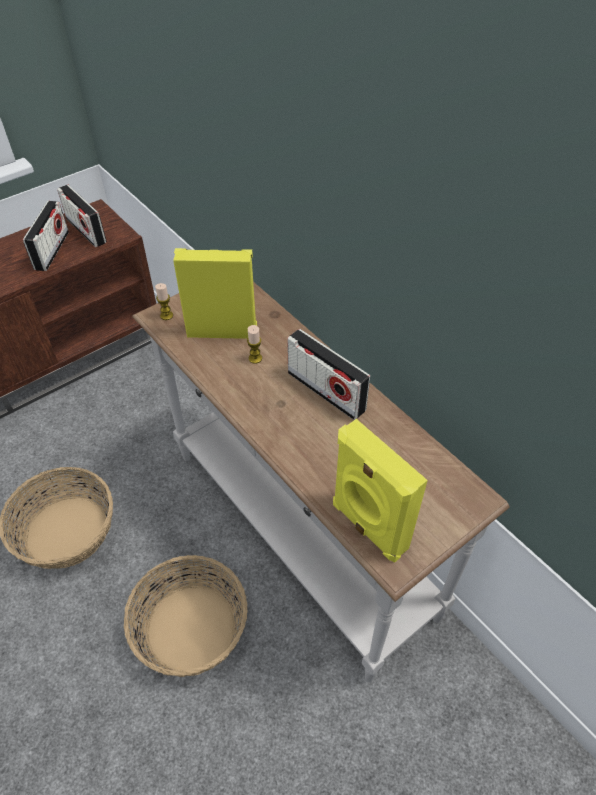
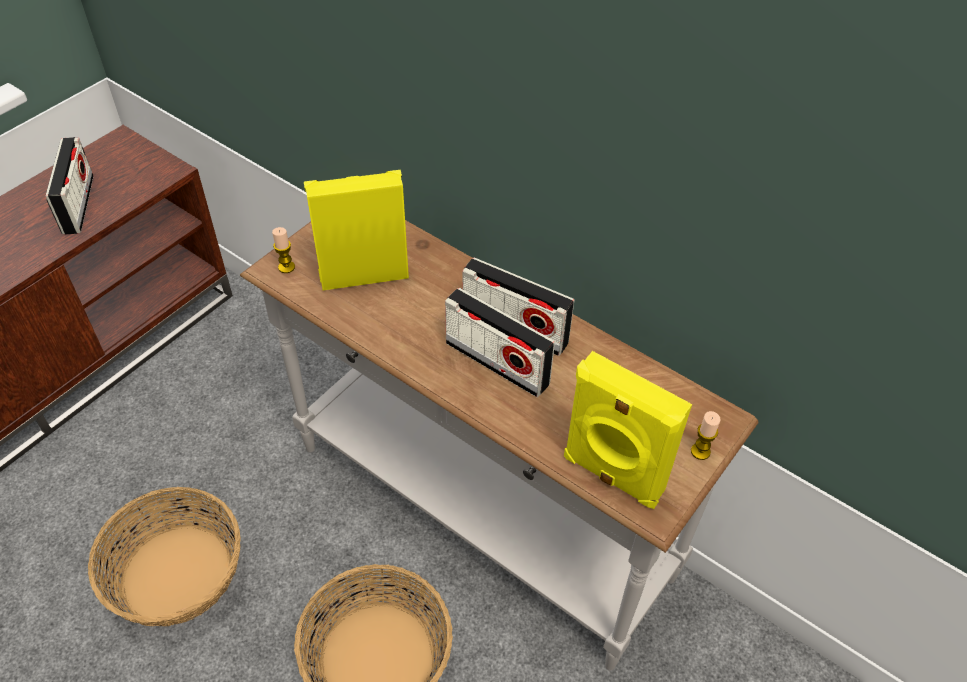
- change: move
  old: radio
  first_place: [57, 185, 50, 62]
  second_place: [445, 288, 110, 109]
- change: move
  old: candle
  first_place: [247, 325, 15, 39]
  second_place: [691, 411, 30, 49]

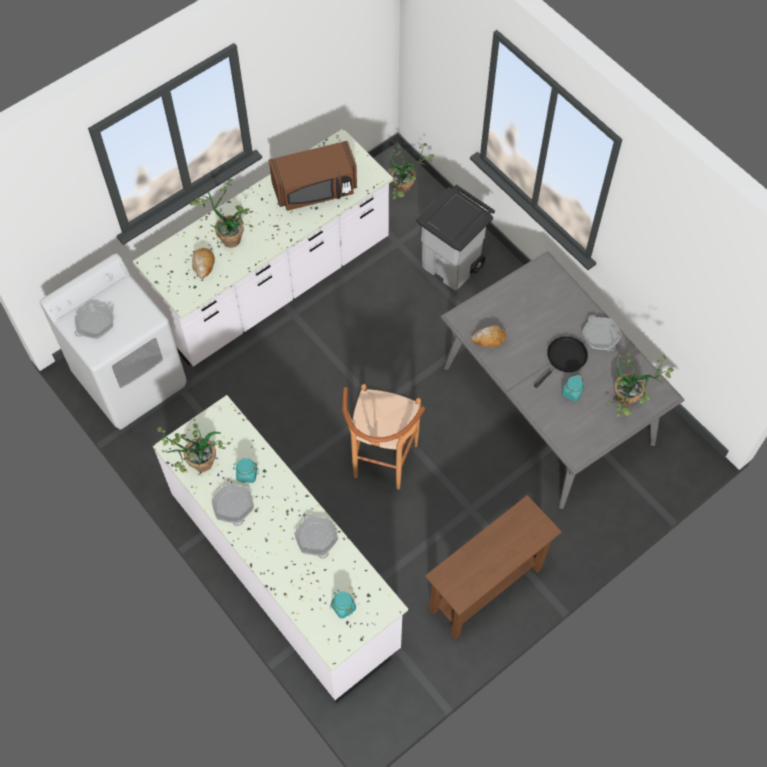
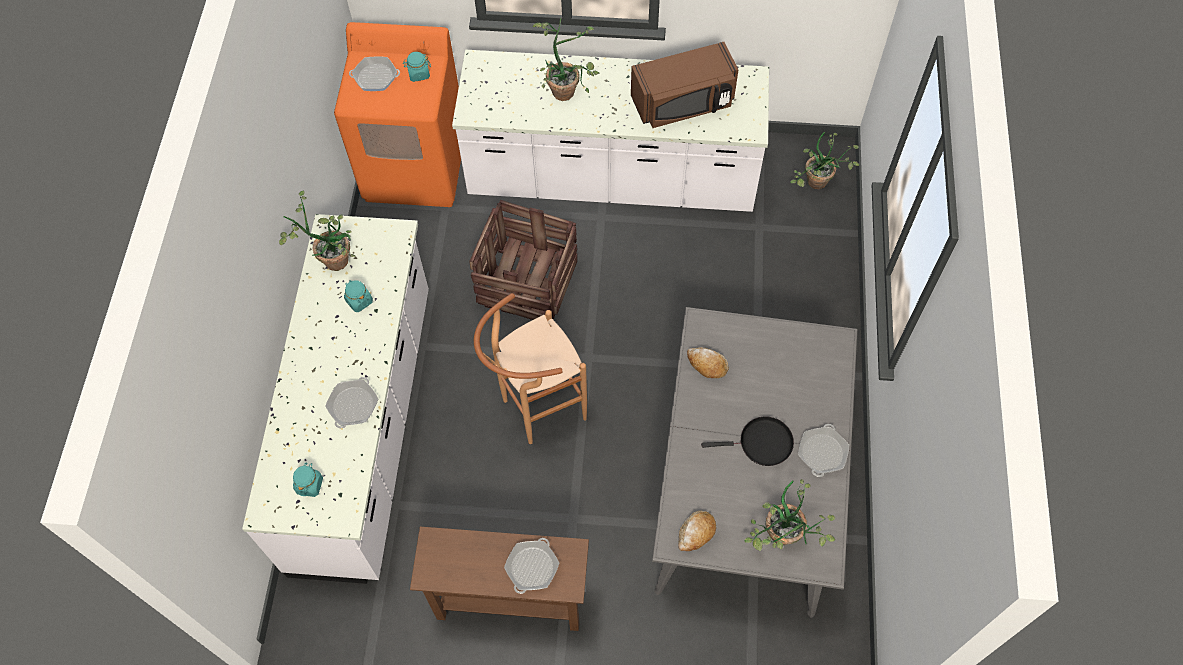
- change: rotate
  old: brown microwave
  first_place: [269, 141, 88, 70]
  second_place: [631, 42, 107, 86]
  degrees: -45
- change: delete
  old: grey trash can
  first_place: [416, 184, 79, 107]
- change: move
  old: bread
  first_place: [192, 248, 23, 31]
  second_place: [678, 511, 38, 40]
- change: recolor
  old: white washing machine
  new: orange washing machine
  first_place: [40, 253, 147, 177]
  second_place: [334, 22, 127, 185]
- change: move
  old: turquoise jar
  first_place: [561, 375, 23, 27]
  second_place: [403, 52, 28, 30]
- change: move
  old: frying pan
  first_place: [211, 482, 43, 44]
  second_place: [504, 538, 55, 56]
- change: insert
  new: crate
  second_place: [469, 200, 108, 120]

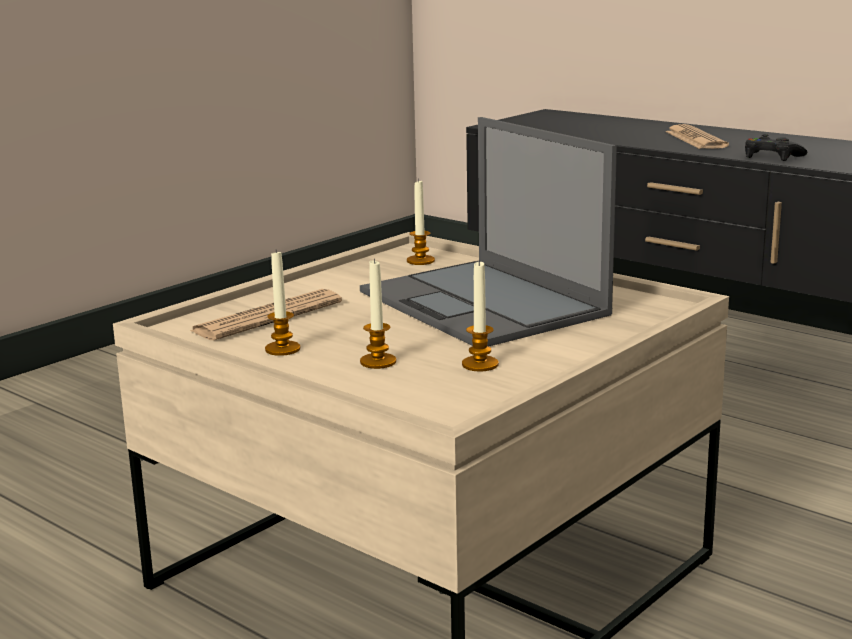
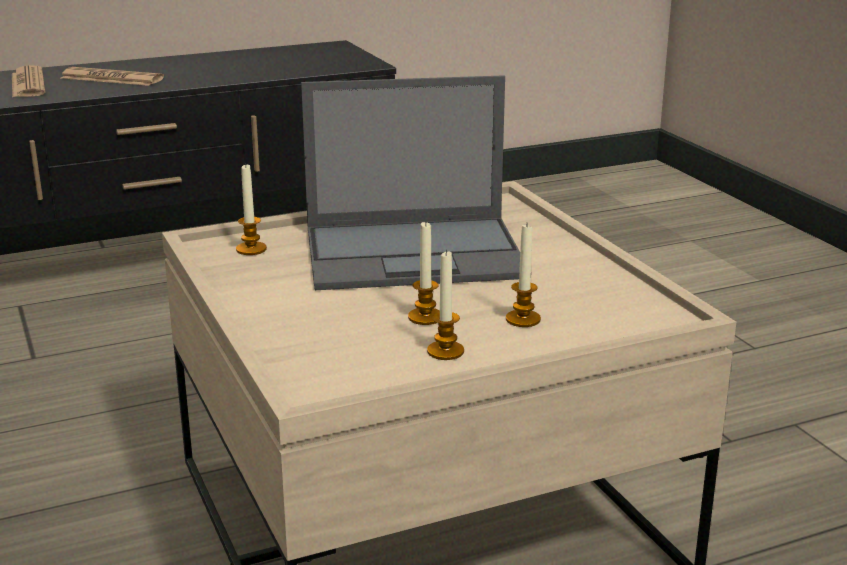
- change: delete
  old: black game controller
  first_place: [745, 134, 62, 27]
- change: move
  old: candle
  first_place: [462, 260, 36, 111]
  second_place: [408, 221, 32, 104]
- change: move
  old: newspaper
  first_place: [190, 289, 152, 51]
  second_place: [12, 65, 33, 32]

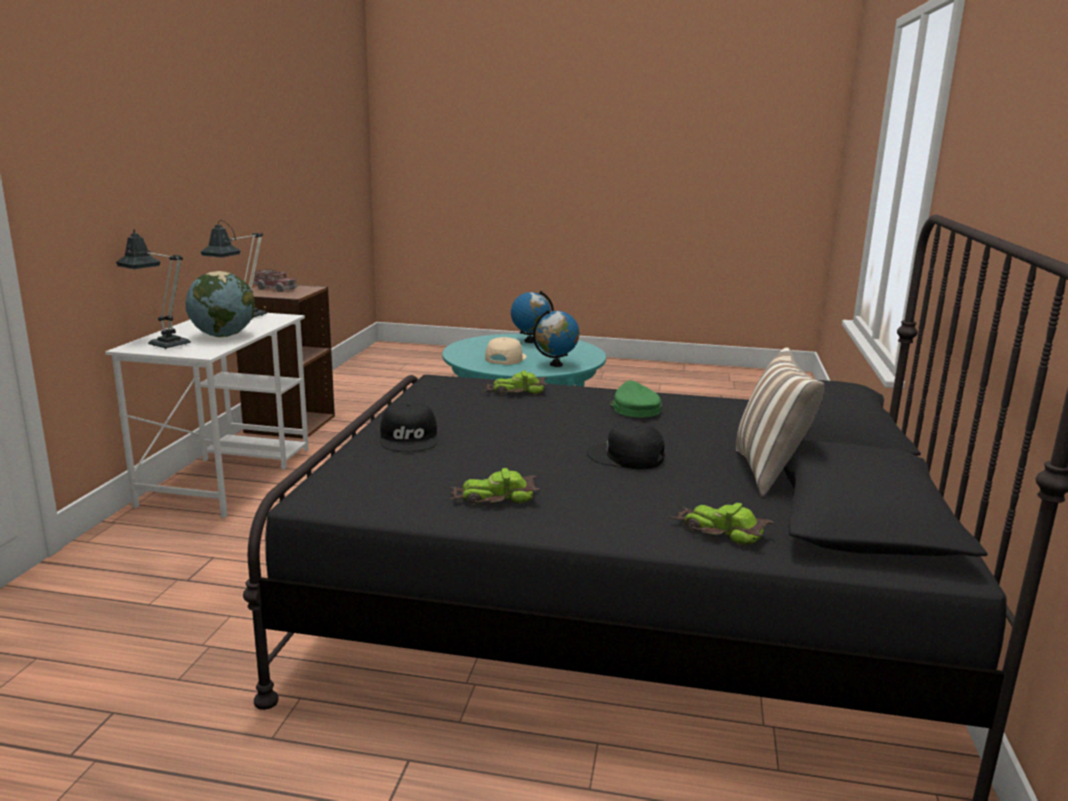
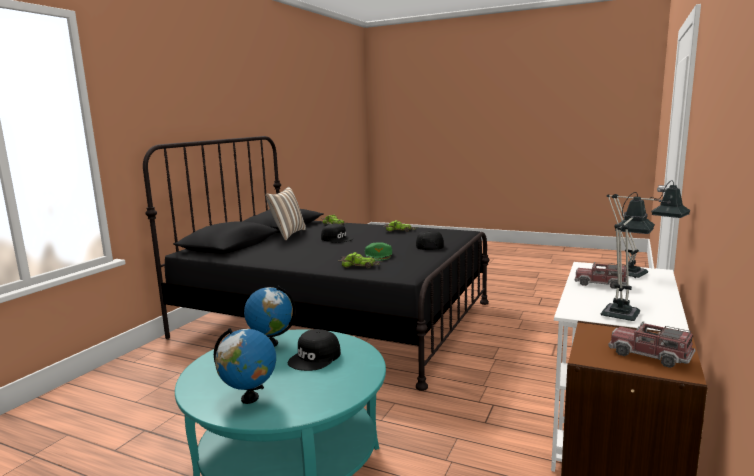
- change: replace
  old: globe
  new: toy truck
  first_place: [185, 271, 70, 66]
  second_place: [575, 262, 51, 27]
- change: recolor
  old: beige cap
  new: black cap
  first_place: [485, 337, 42, 28]
  second_place: [288, 329, 53, 42]
- change: move
  old: green cap
  first_place: [610, 381, 52, 37]
  second_place: [365, 242, 27, 19]

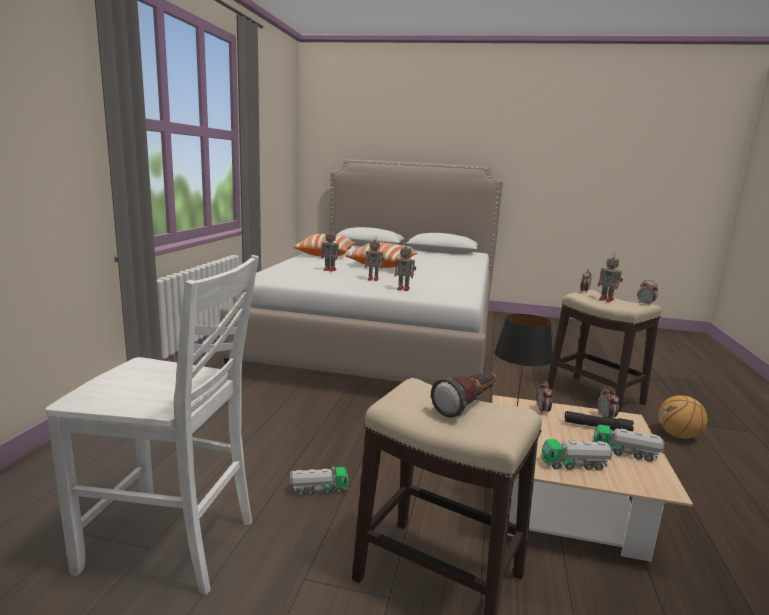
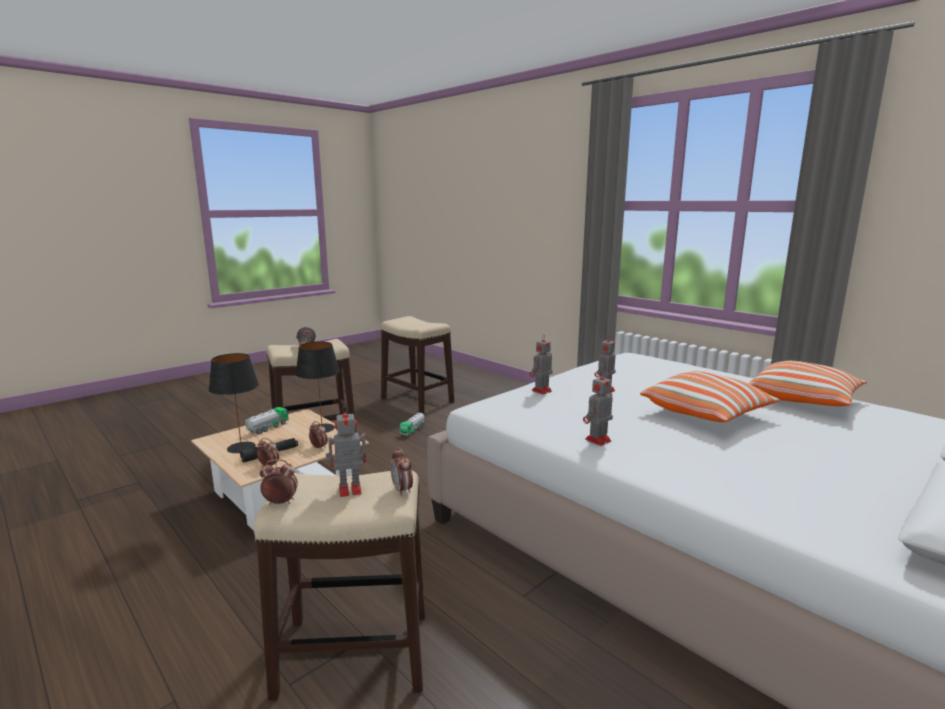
- change: move
  old: toy robot
  first_place: [321, 231, 20, 41]
  second_place: [583, 371, 30, 75]
- change: replace
  old: white chair
  new: stool
  first_place: [45, 255, 214, 340]
  second_place: [381, 316, 73, 97]
- change: delete
  old: basketball
  first_place: [658, 395, 50, 44]
- change: replace
  old: toy truck
  new: black table lamp
  first_place: [593, 425, 72, 37]
  second_place: [209, 353, 50, 100]

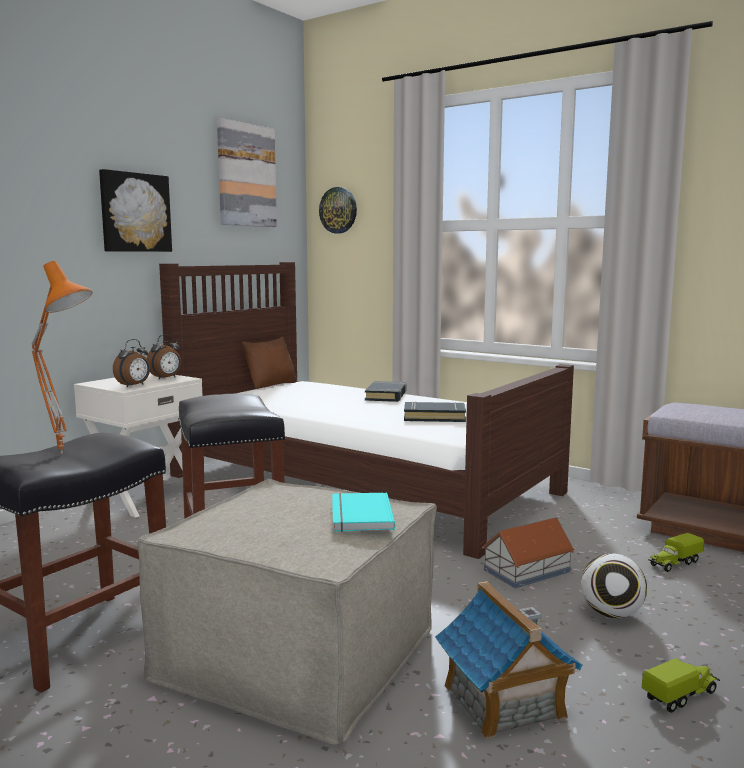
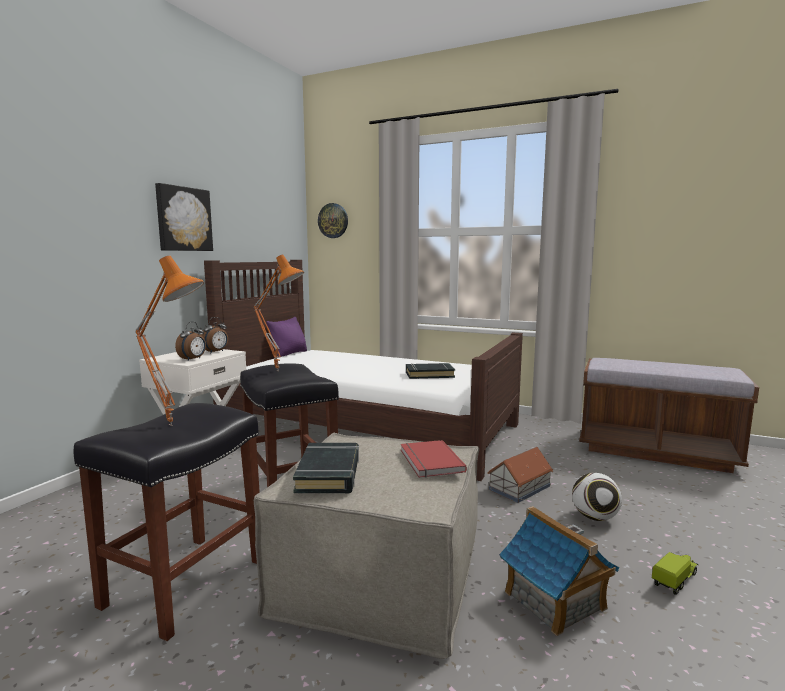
- change: delete
  old: picture
  first_place: [217, 118, 60, 109]
- change: recolor
  old: brown pillow
  new: purple pillow
  first_place: [242, 337, 55, 52]
  second_place: [266, 316, 41, 42]
- change: move
  old: black book
  first_place: [365, 381, 41, 21]
  second_place: [293, 443, 66, 50]
- change: recolor
  old: turquoise book
  new: red book
  first_place: [332, 493, 63, 39]
  second_place: [401, 440, 66, 38]
- change: delete
  old: toy truck
  first_place: [648, 533, 56, 39]
- change: insert
  new: orange table lamp
  second_place: [254, 254, 50, 117]

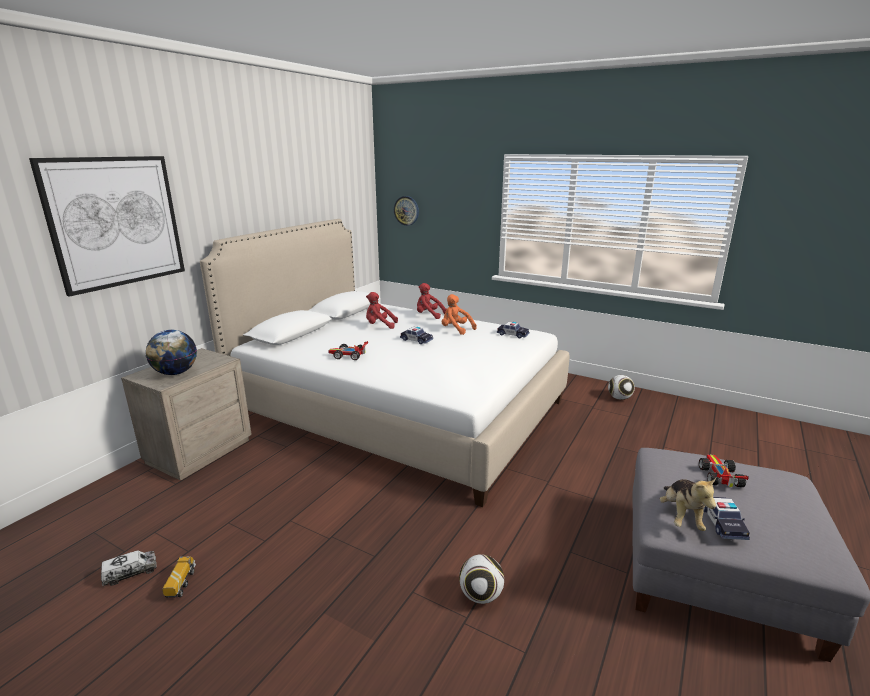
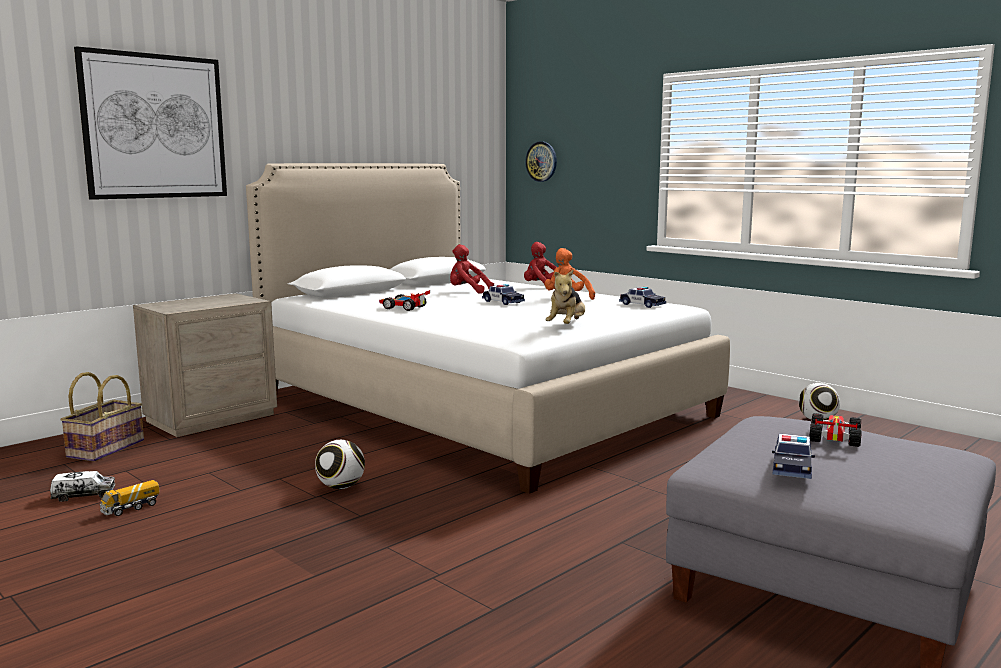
- change: delete
  old: globe
  first_place: [146, 330, 51, 45]
- change: move
  old: plush toy
  first_place: [660, 478, 56, 53]
  second_place: [546, 270, 39, 54]
- change: move
  old: football
  first_place: [459, 554, 45, 50]
  second_place: [315, 440, 50, 49]
- change: rotate
  old: toy truck
  first_place: [162, 557, 34, 41]
  second_place: [100, 480, 60, 36]
  degrees: -150
- change: insert
  new: basket
  second_place: [60, 372, 84, 90]

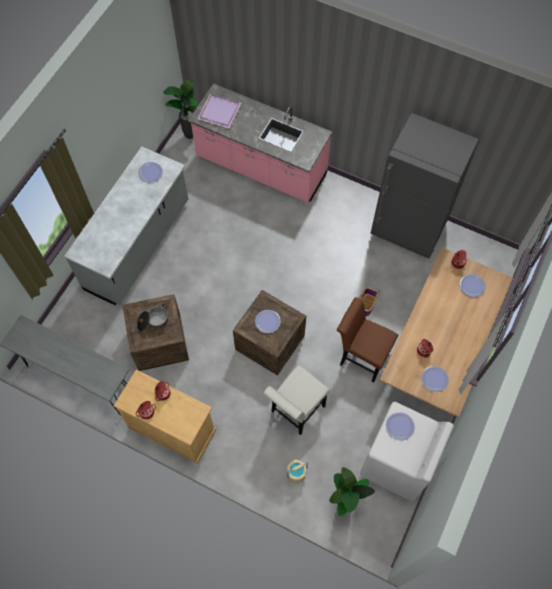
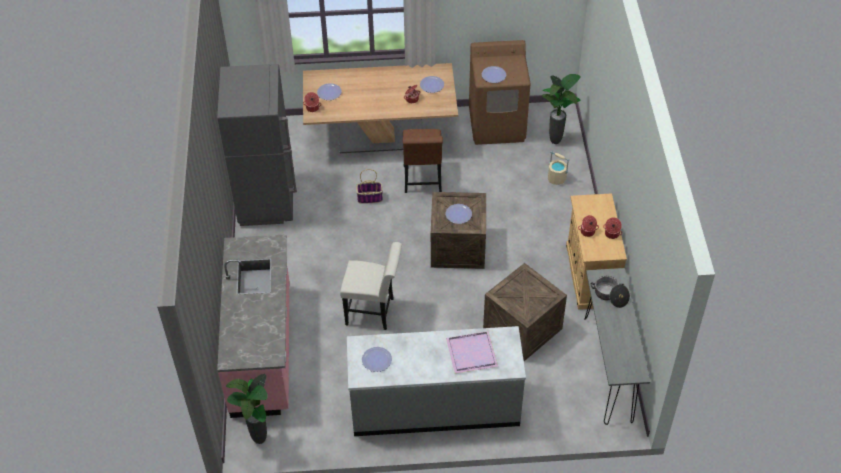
- change: move
  old: purple tray
  first_place: [198, 94, 43, 34]
  second_place: [446, 331, 52, 43]
- change: move
  old: cooking pot
  first_place: [137, 304, 31, 27]
  second_place: [591, 276, 39, 32]
- change: move
  old: white chair
  first_place: [263, 365, 67, 70]
  second_place: [340, 242, 62, 88]
- change: recolor
  old: white washing machine
  new: brown washing machine
  first_place: [360, 402, 94, 100]
  second_place: [469, 40, 62, 105]

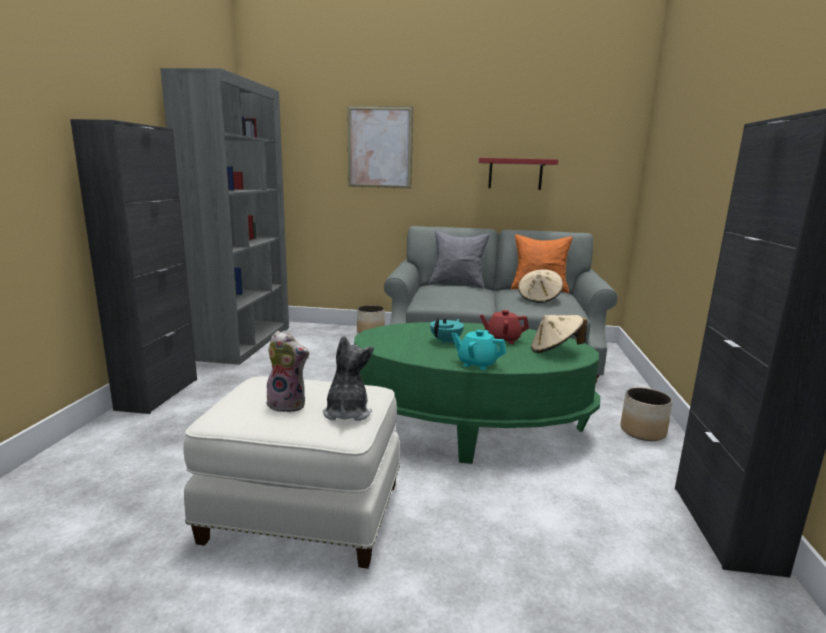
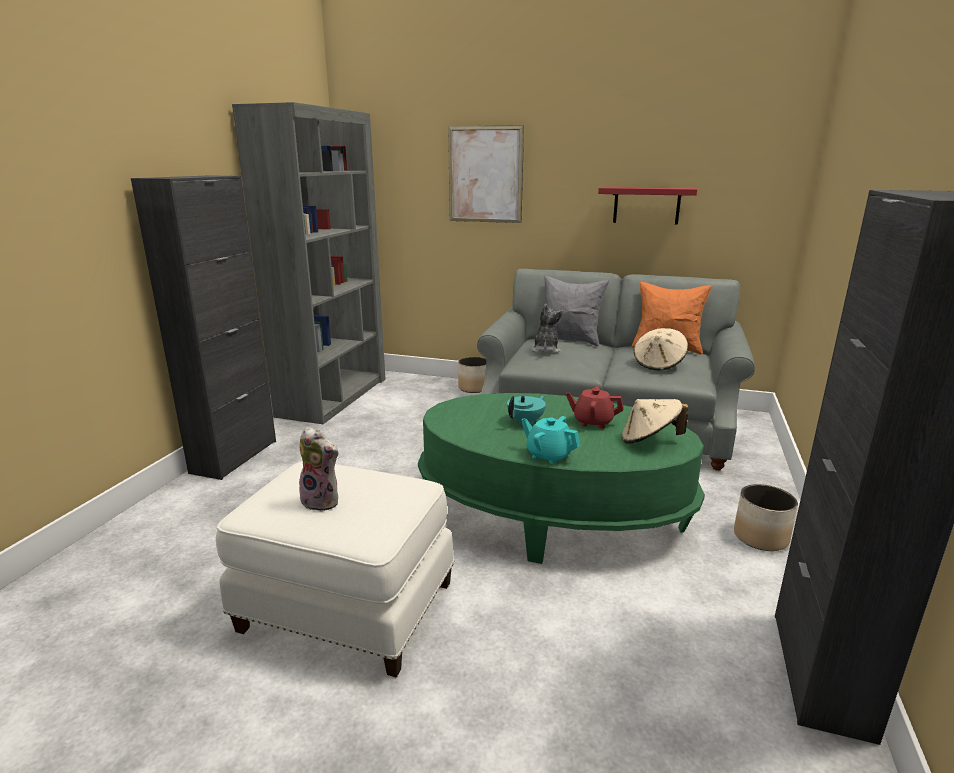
- change: move
  old: plush toy
  first_place: [323, 336, 51, 85]
  second_place: [531, 303, 32, 51]

